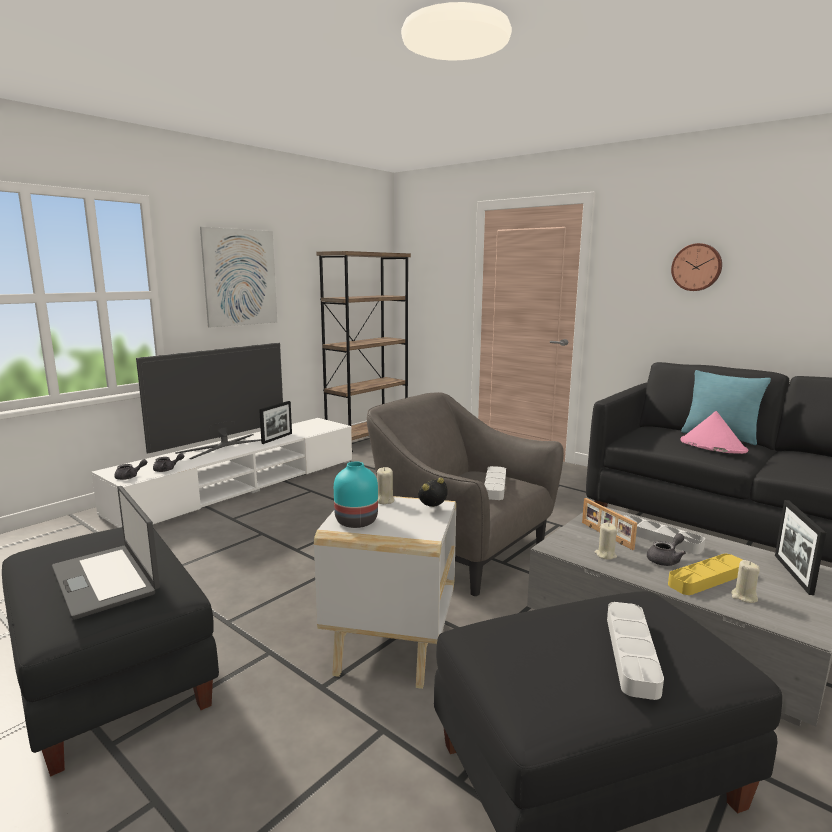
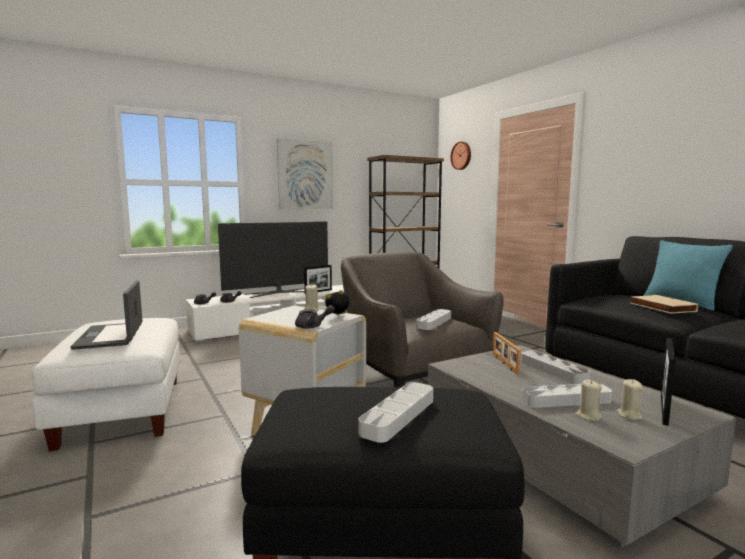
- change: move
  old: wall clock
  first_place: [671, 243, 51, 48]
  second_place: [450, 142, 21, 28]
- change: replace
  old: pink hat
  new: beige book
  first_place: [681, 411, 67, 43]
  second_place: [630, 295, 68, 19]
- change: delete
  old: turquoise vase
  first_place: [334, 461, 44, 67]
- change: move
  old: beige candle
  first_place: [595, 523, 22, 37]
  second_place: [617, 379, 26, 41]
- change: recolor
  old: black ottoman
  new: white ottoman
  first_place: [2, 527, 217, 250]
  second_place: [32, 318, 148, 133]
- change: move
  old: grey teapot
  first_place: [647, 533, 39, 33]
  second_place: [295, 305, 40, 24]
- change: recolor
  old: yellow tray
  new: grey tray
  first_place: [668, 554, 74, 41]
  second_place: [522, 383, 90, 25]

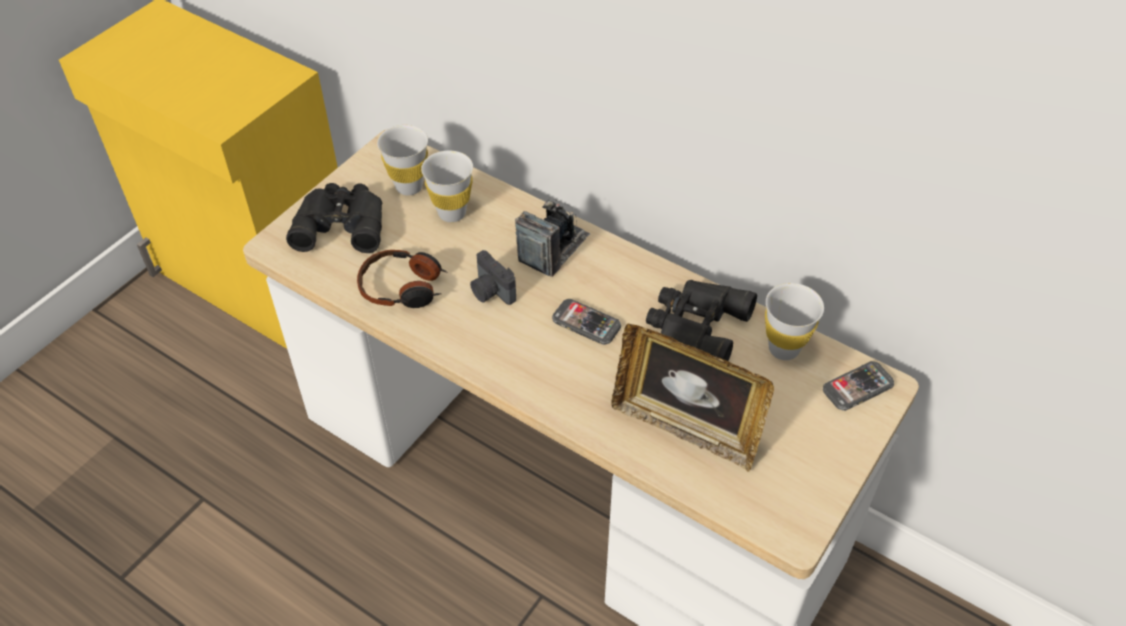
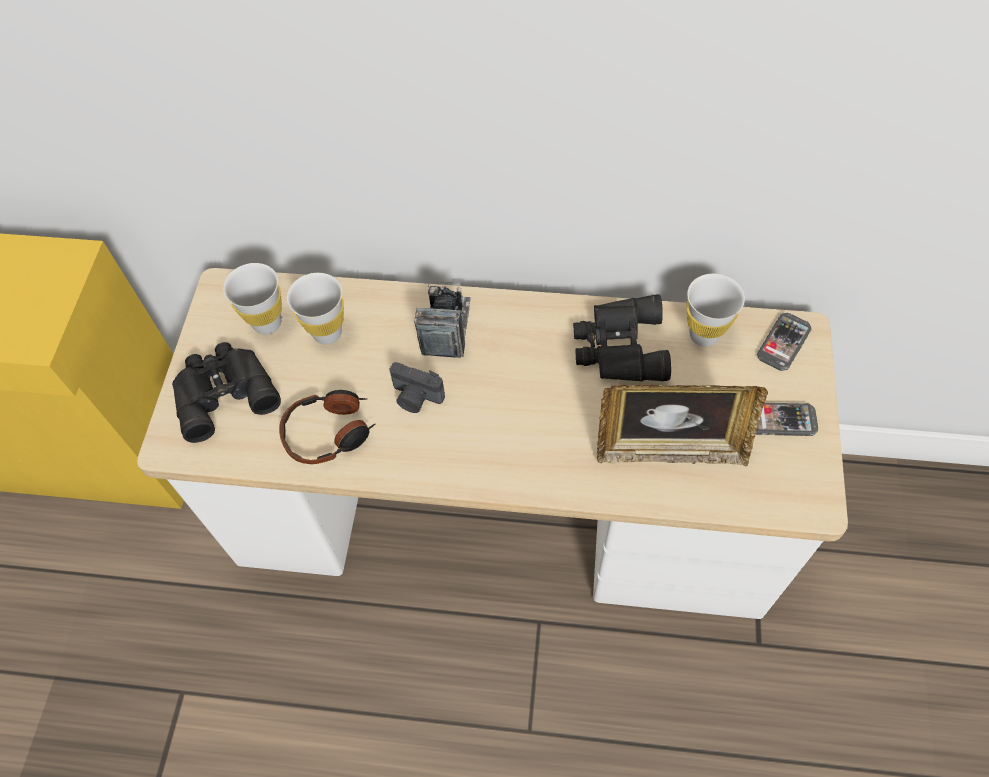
- change: move
  old: phone
  first_place: [552, 299, 69, 46]
  second_place: [755, 403, 63, 33]

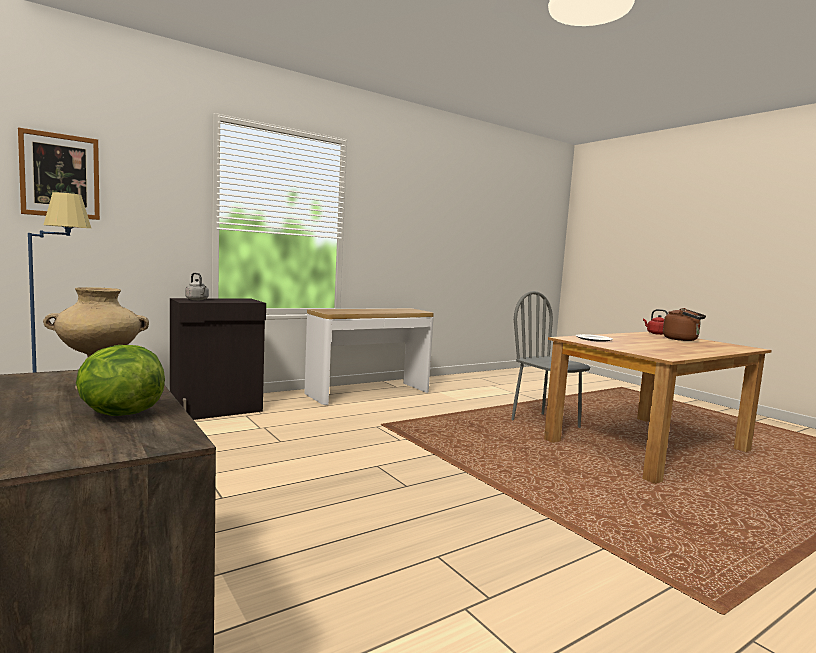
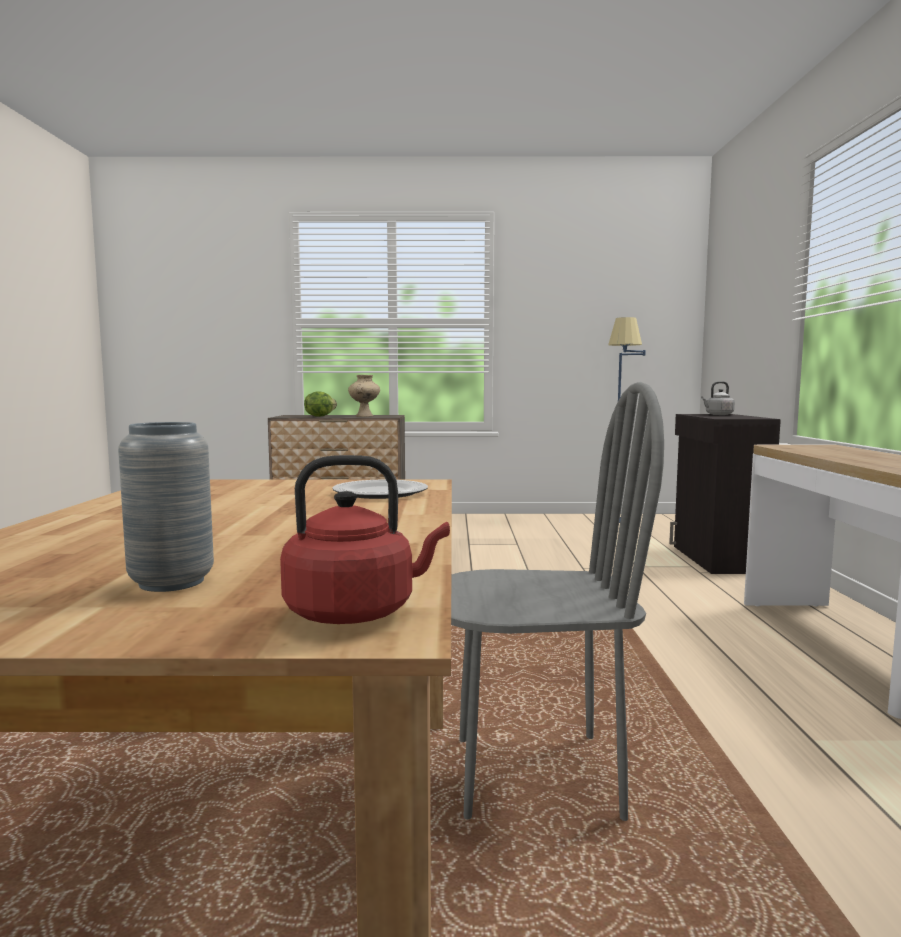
- change: delete
  old: picture
  first_place: [18, 127, 82, 93]
- change: replace
  old: brown kettle
  new: grey vase
  first_place: [663, 308, 43, 33]
  second_place: [118, 422, 96, 170]

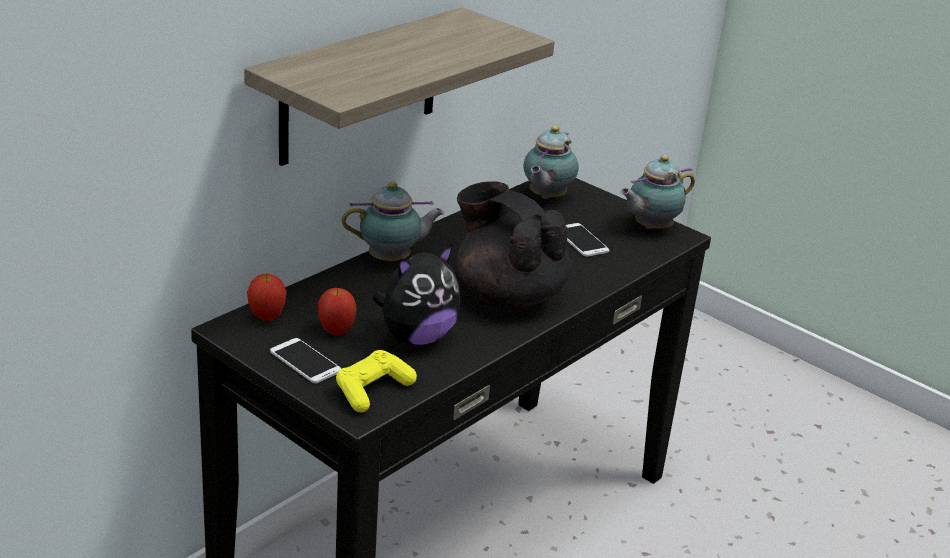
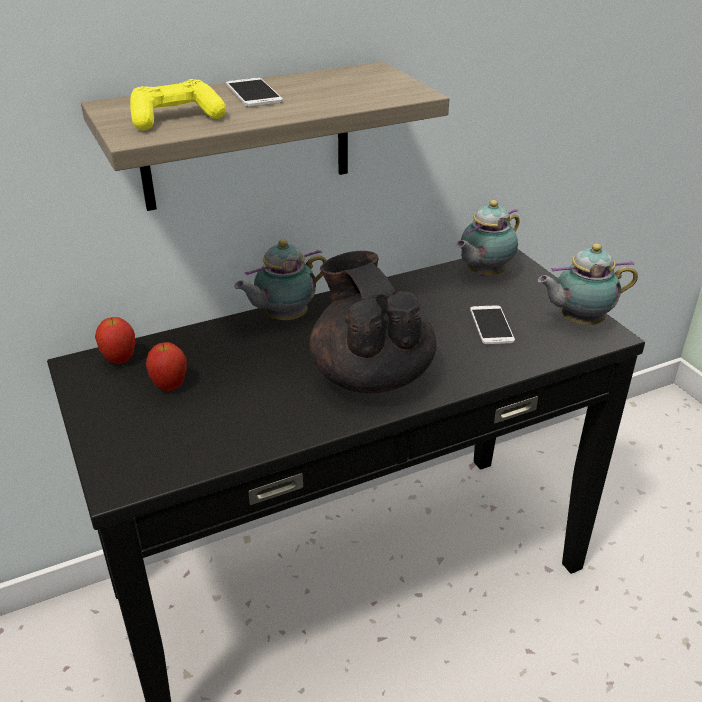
- change: rotate
  old: teapot
  first_place: [342, 182, 102, 79]
  second_place: [235, 240, 92, 80]
  degrees: 135
- change: delete
  old: plush toy
  first_place: [373, 243, 88, 102]
- change: move
  old: phone
  first_place: [270, 338, 72, 46]
  second_place: [226, 78, 57, 29]
- change: move
  old: yellow game controller
  first_place: [336, 350, 81, 62]
  second_place: [130, 79, 96, 51]

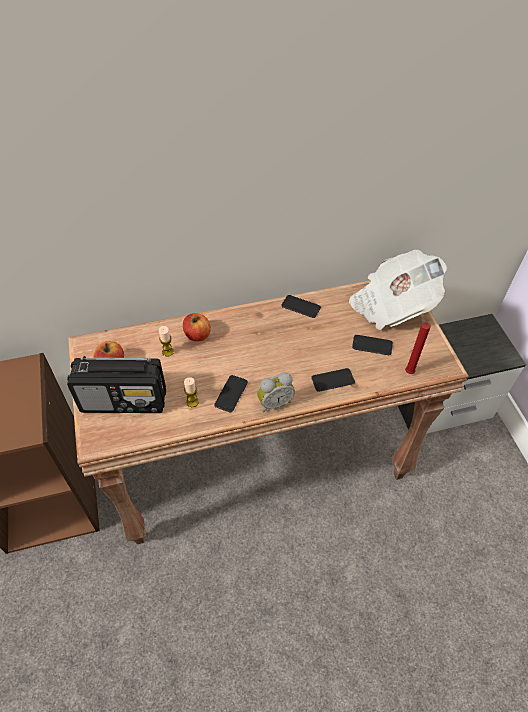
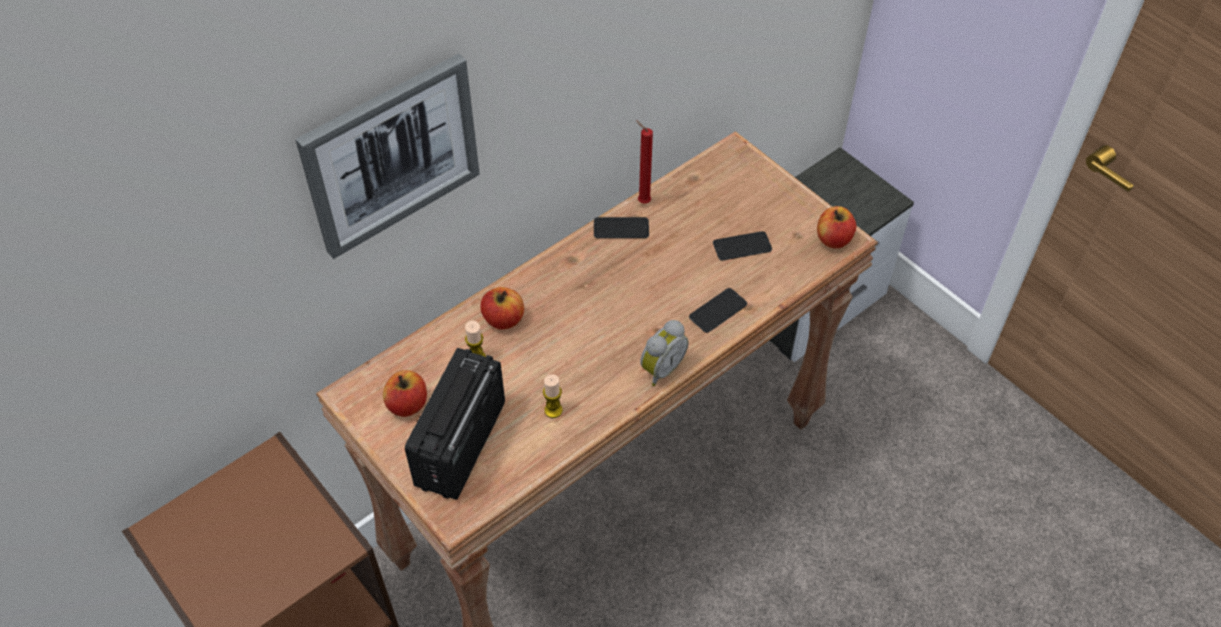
- change: delete
  old: newspaper
  first_place: [349, 250, 99, 80]
- change: move
  old: red candle
  first_place: [405, 314, 26, 60]
  second_place: [636, 120, 17, 84]
- change: rotate
  old: radio
  first_place: [67, 356, 99, 57]
  second_place: [405, 348, 100, 152]
  degrees: 135
- change: delete
  old: phone
  first_place: [214, 375, 34, 38]
- change: insert
  new: picture
  second_place: [295, 53, 185, 206]
- change: insert
  new: apple
  second_place: [817, 206, 39, 42]

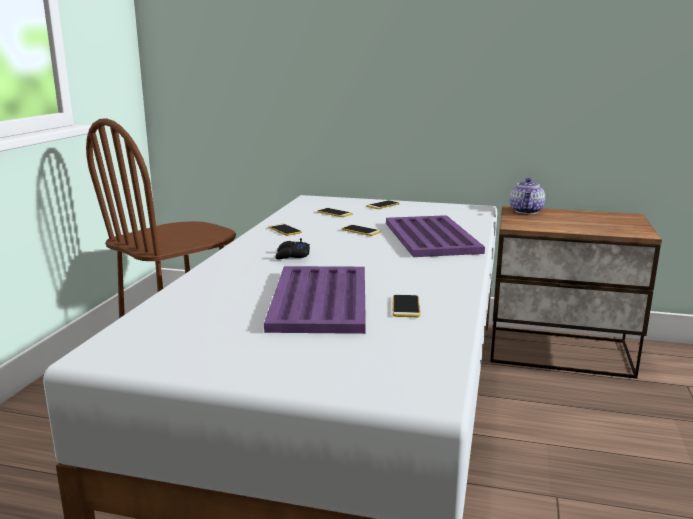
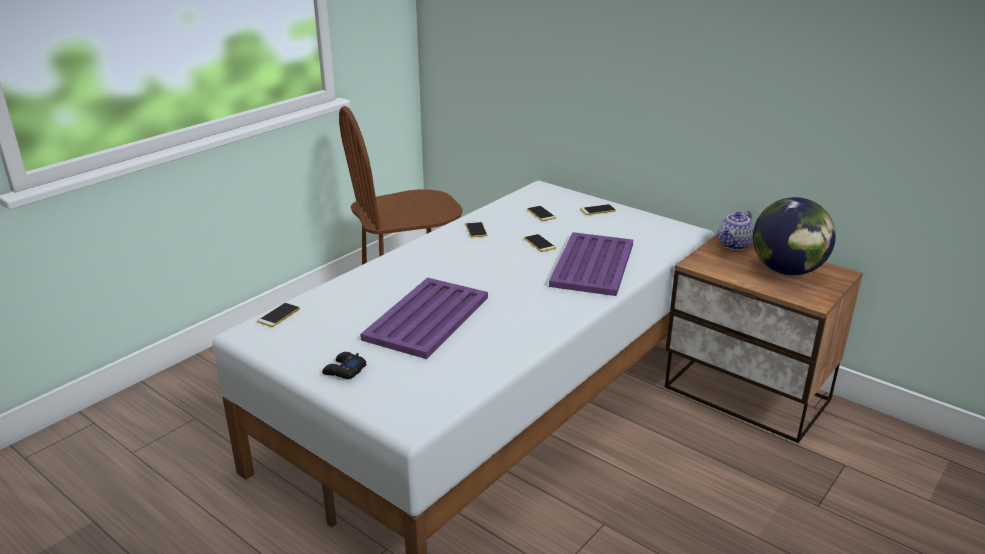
- change: move
  old: black game controller
  first_place: [275, 238, 35, 21]
  second_place: [322, 352, 45, 27]
- change: move
  old: phone
  first_place: [392, 295, 29, 22]
  second_place: [257, 303, 43, 24]
- change: insert
  new: globe
  second_place: [753, 197, 83, 78]

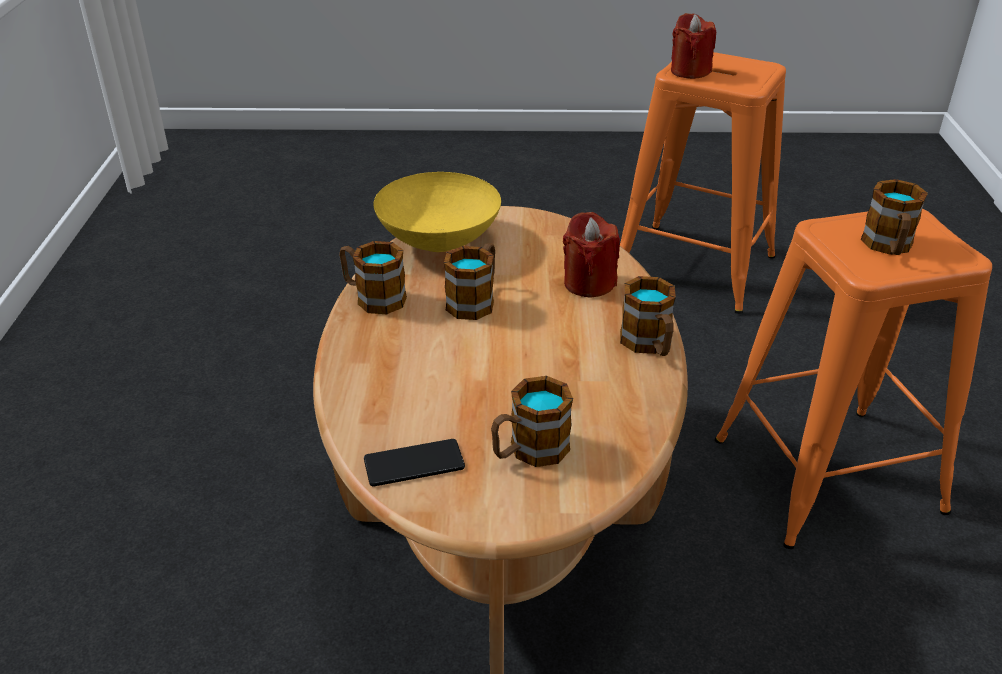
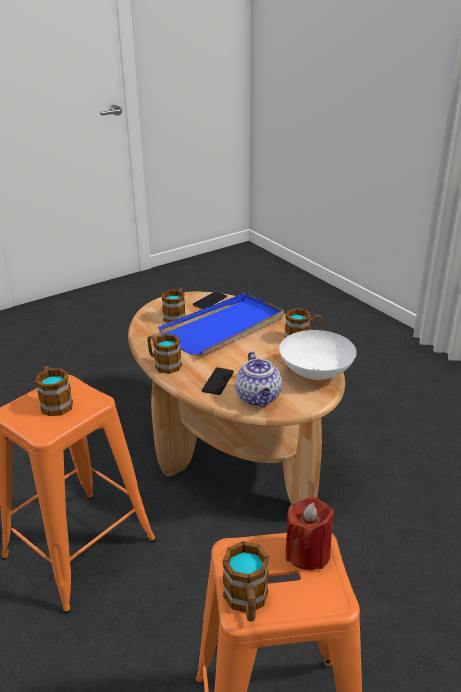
- change: recolor
  old: yellow bowl
  new: white bowl
  first_place: [374, 172, 127, 80]
  second_place: [279, 330, 78, 50]
- change: replace
  old: red candle
  new: phone
  first_place: [563, 212, 57, 86]
  second_place: [202, 367, 32, 28]
- change: move
  old: mug
  first_place: [444, 243, 51, 77]
  second_place: [222, 541, 47, 81]
- change: insert
  new: blue tray
  second_place: [158, 292, 126, 64]
- change: insert
  new: teapot
  second_place: [235, 352, 47, 55]

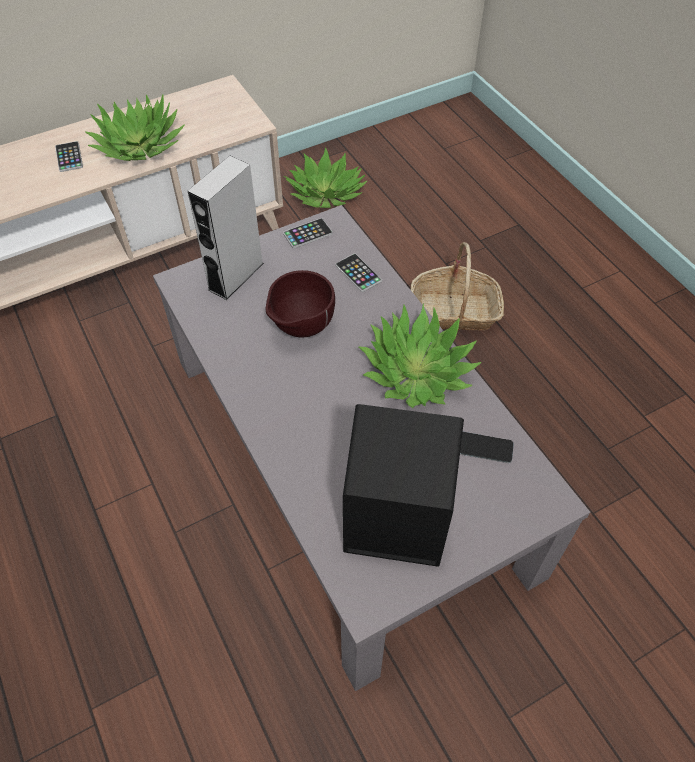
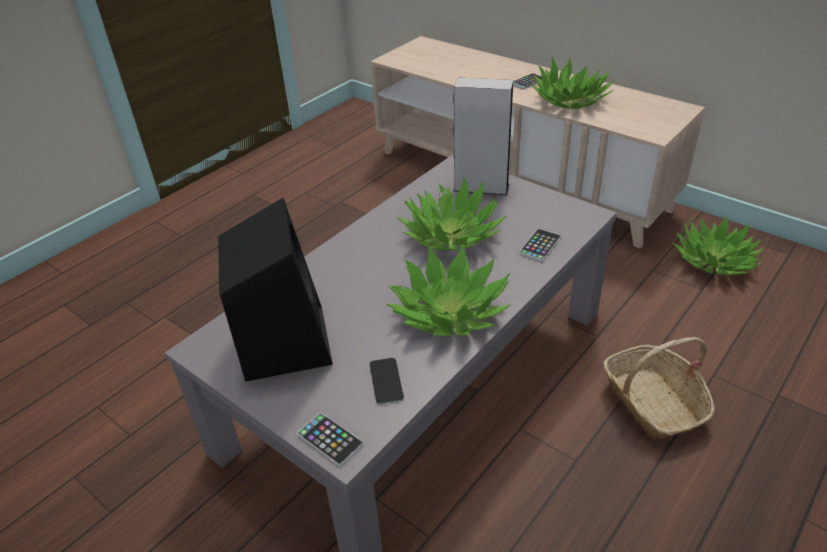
- change: move
  old: phone
  first_place: [283, 218, 50, 30]
  second_place: [297, 413, 67, 54]
- change: replace
  old: brown bowl
  new: potted plant
  first_place: [266, 270, 69, 67]
  second_place: [397, 178, 110, 73]

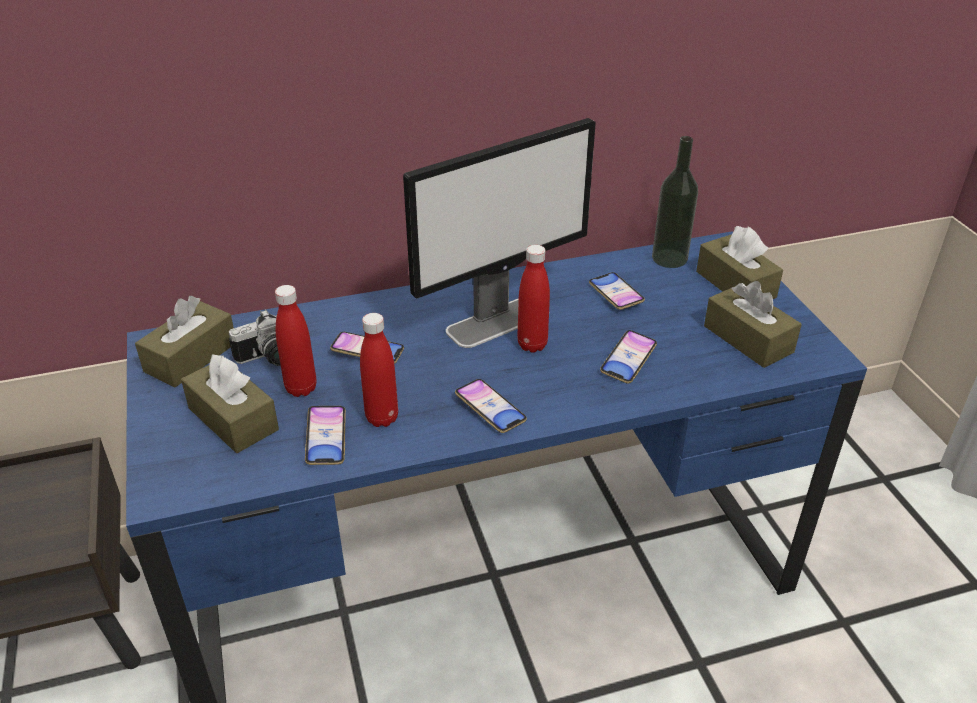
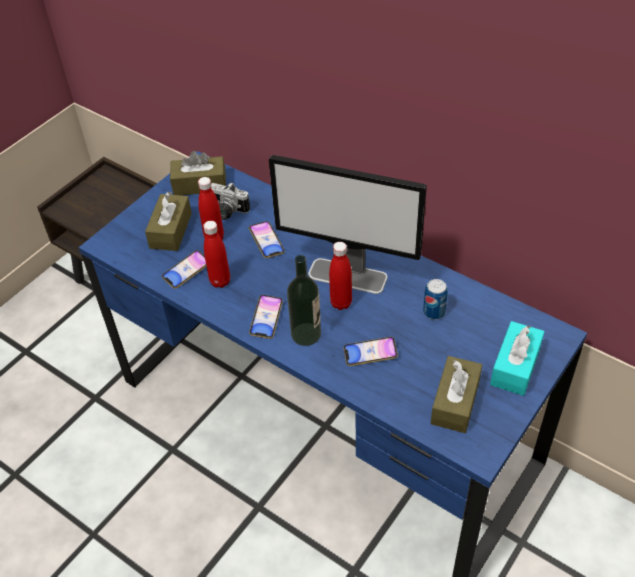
- change: move
  old: bottle
  first_place: [652, 136, 46, 132]
  second_place: [287, 255, 34, 91]
- change: recolor
  old: brown tissue box
  new: turquoise tissue box
  first_place: [696, 226, 87, 73]
  second_place: [490, 321, 55, 75]
- change: replace
  old: phone
  new: can
  first_place: [589, 272, 56, 38]
  second_place: [423, 279, 25, 41]

